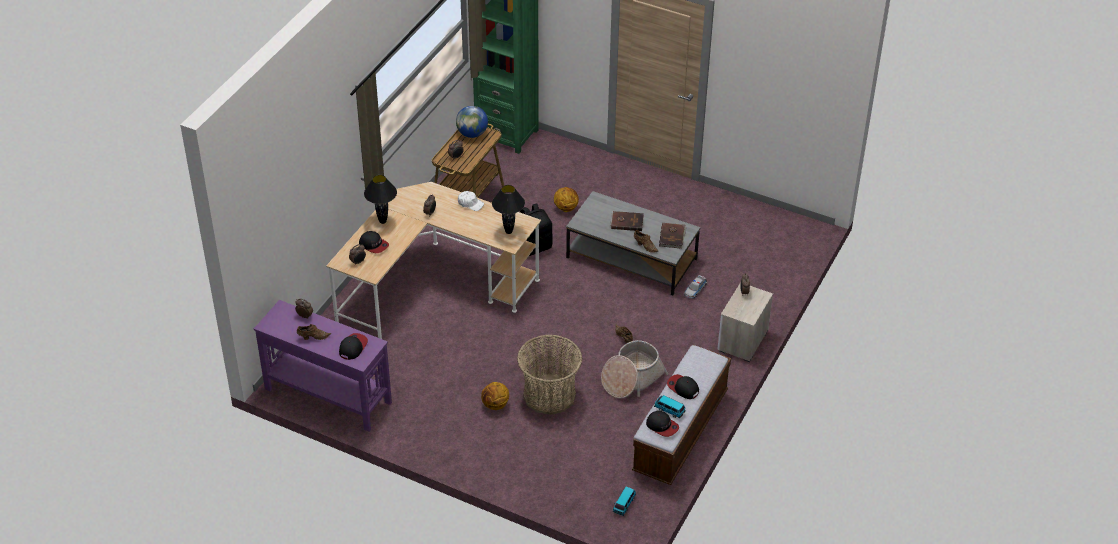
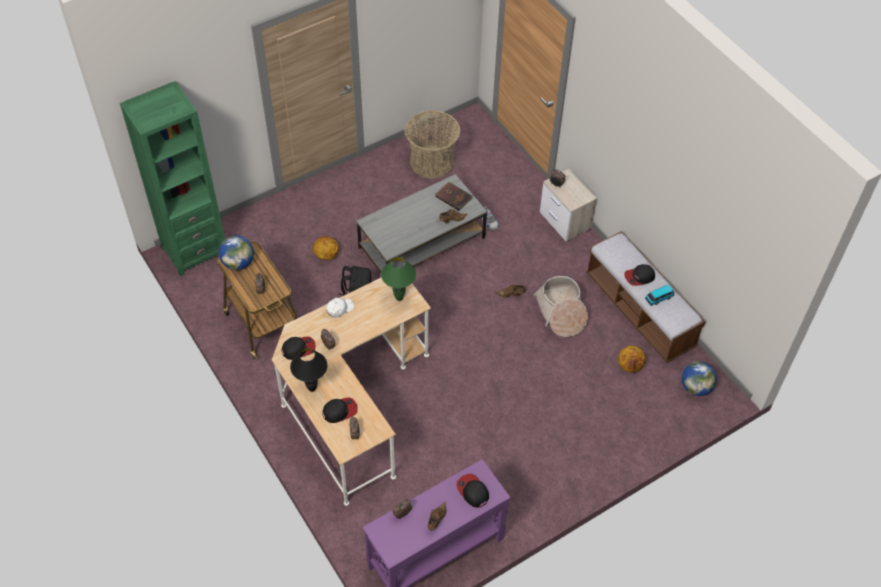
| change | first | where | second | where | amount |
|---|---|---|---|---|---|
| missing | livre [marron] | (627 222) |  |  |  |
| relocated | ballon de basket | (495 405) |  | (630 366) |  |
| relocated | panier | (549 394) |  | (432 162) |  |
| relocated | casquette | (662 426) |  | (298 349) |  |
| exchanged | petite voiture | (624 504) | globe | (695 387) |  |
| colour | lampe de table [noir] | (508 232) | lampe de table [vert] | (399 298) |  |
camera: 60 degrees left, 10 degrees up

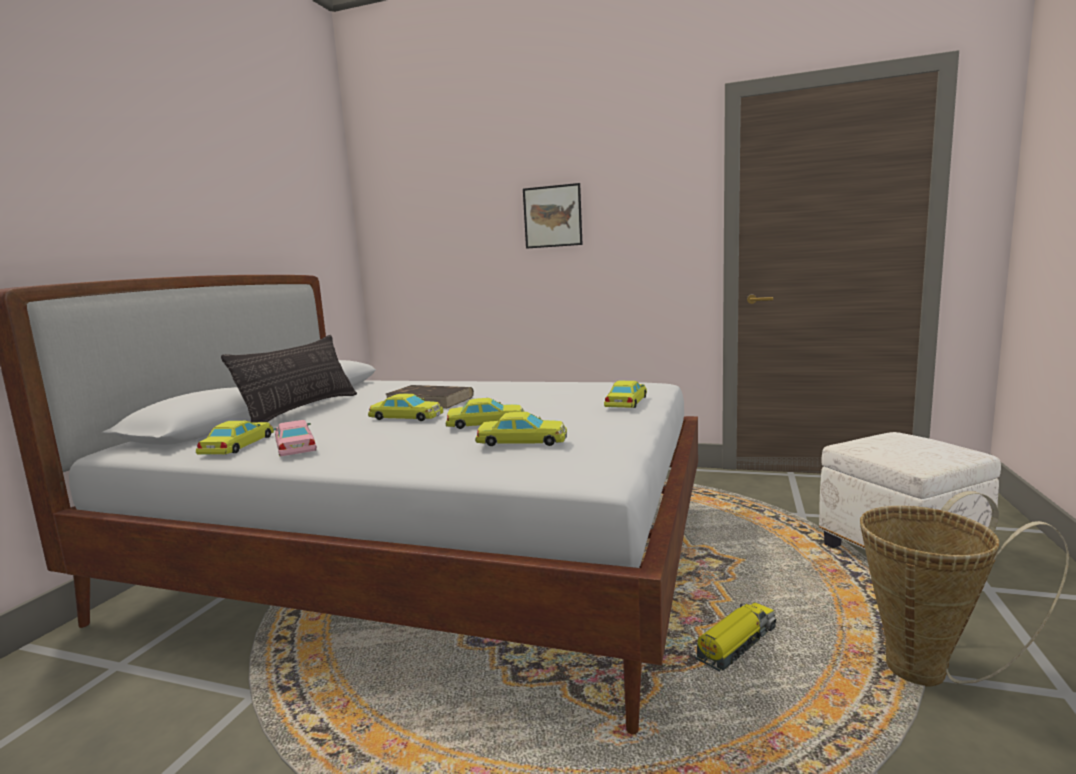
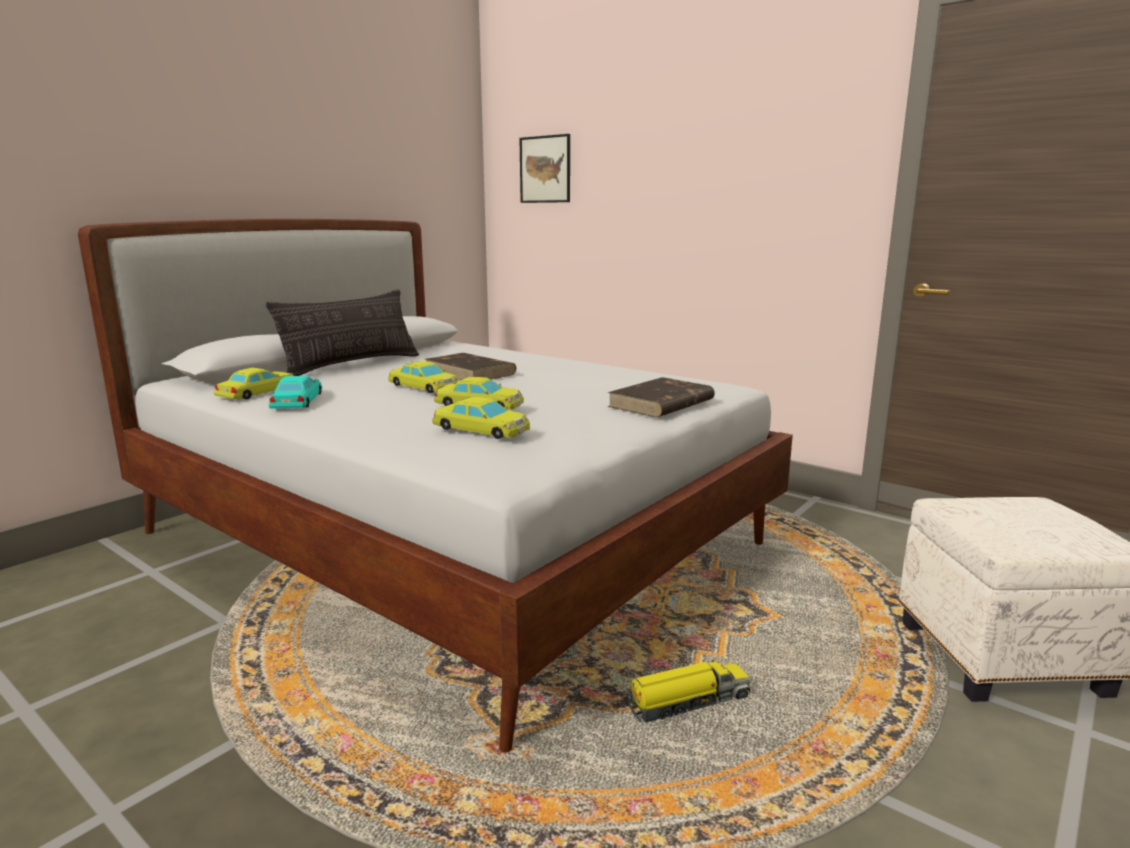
| change | first | where | second | where | amount |
|---|---|---|---|---|---|
| missing | panier | (929 670) |  |  |  |
| relocated | tableau | (552 216) |  | (545 169) |  |
| exchanged | petite voiture [jaune] | (626 402) | livre [marron] | (661 403) |  |
| colour | petite voiture [rose] | (295 446) | petite voiture [turquoise] | (297 401) |  |
camera: 20 degrees right, 5 degrees up

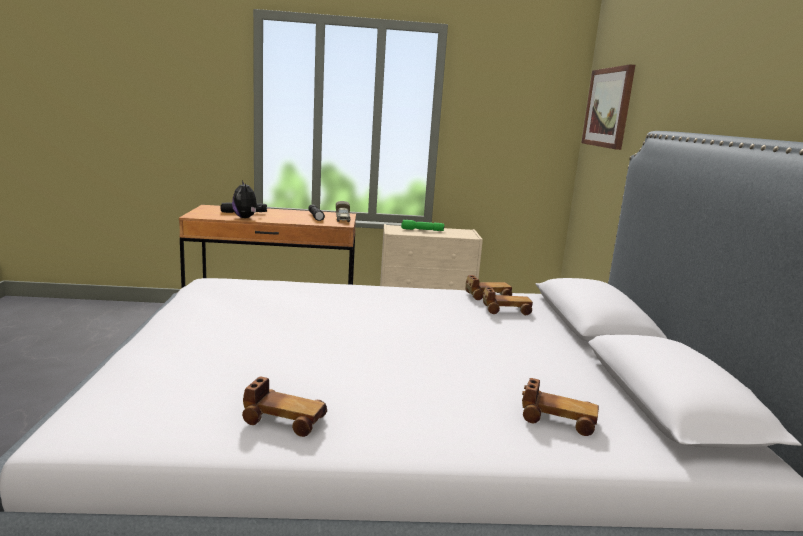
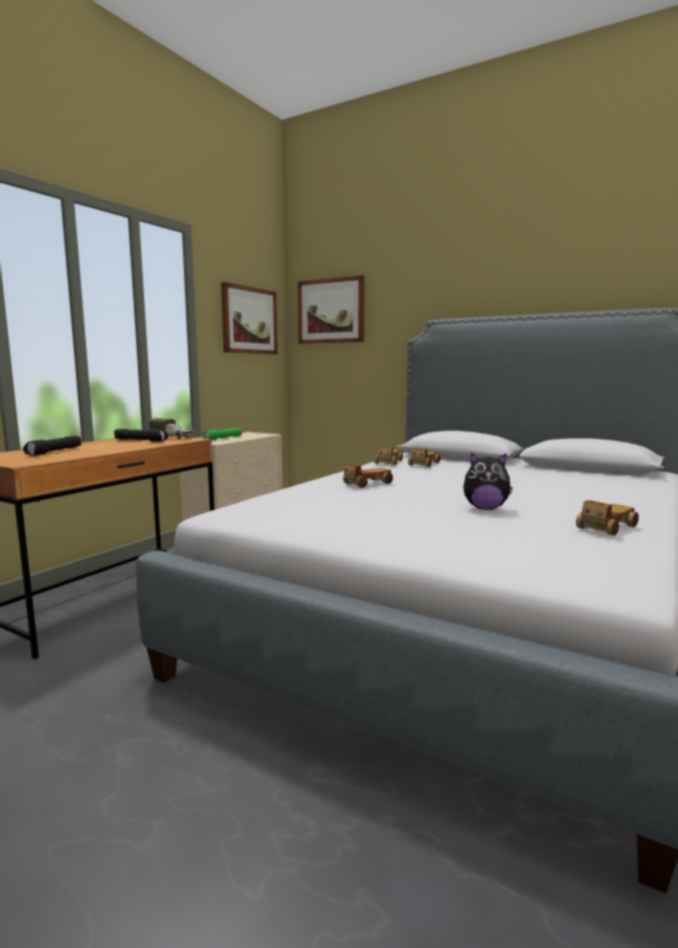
| change | first | where | second | where | amount |
|---|---|---|---|---|---|
| appeared |  |  | tableau | (249 320) |  |
| relocated | peluche | (246 218) |  | (485 508) |  |
| relocated | petite voiture | (557 419) |  | (367 484) |  |
camera: 55 degrees left, 5 degrees down

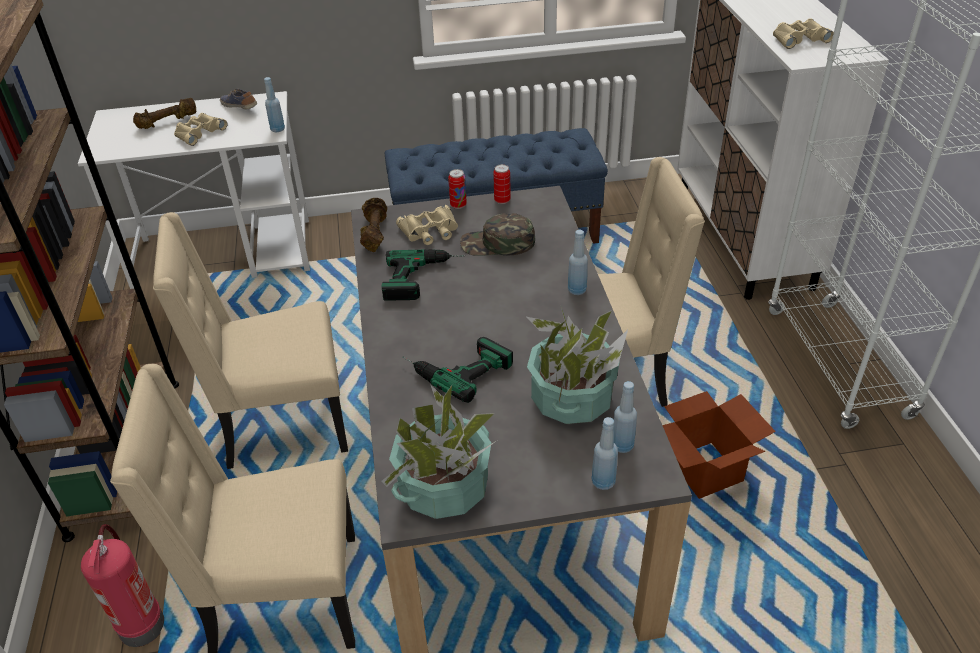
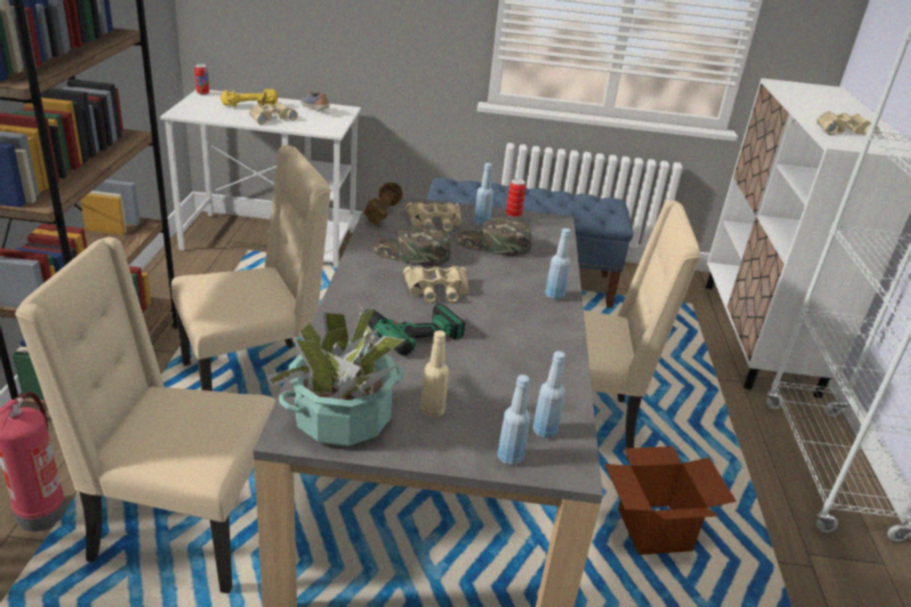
| change | first | where | second | where | amount |
|---|---|---|---|---|---|
| missing | plante en pot | (572 399) |  |  |  |
| appeared |  |  | jumelles [beige] | (437 290) |  |
| appeared |  |  | bouteille [beige] | (432 411) |  |
| relocated | bouteille [bleu] | (277 129) |  | (481 223) |  |
| relocated | boîte métallique | (458 205) |  | (203 93) |  |
| exchanged | perceuse | (424 278) | casquette [vert] | (411 253) |  |
| colour | haltère [marron] | (168 122) | haltère [jaune] | (250 106) |  |
| spun | chaise [beige] | (282 424) |  | (255 380) | 150 degrees clockwise |
camera: 10 degrees right, 10 degrees down

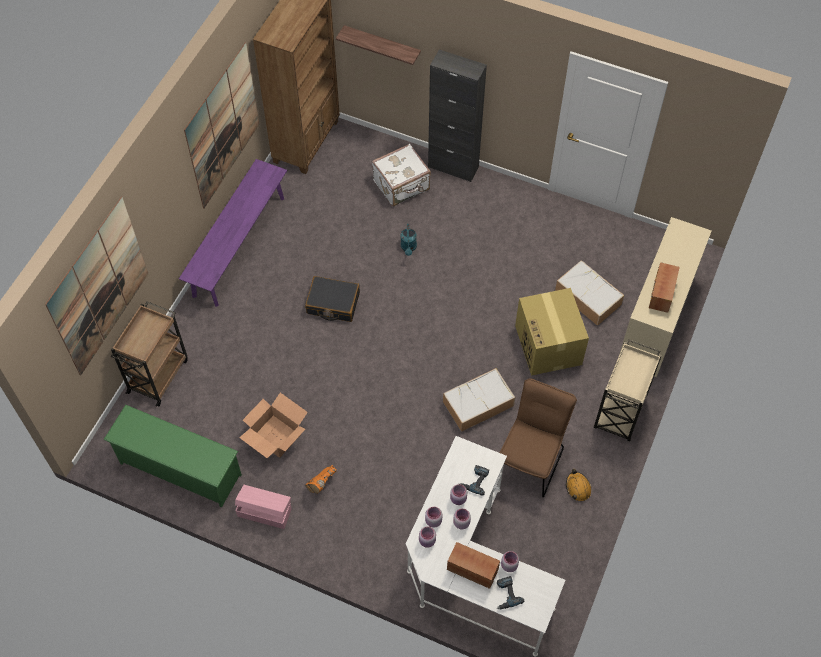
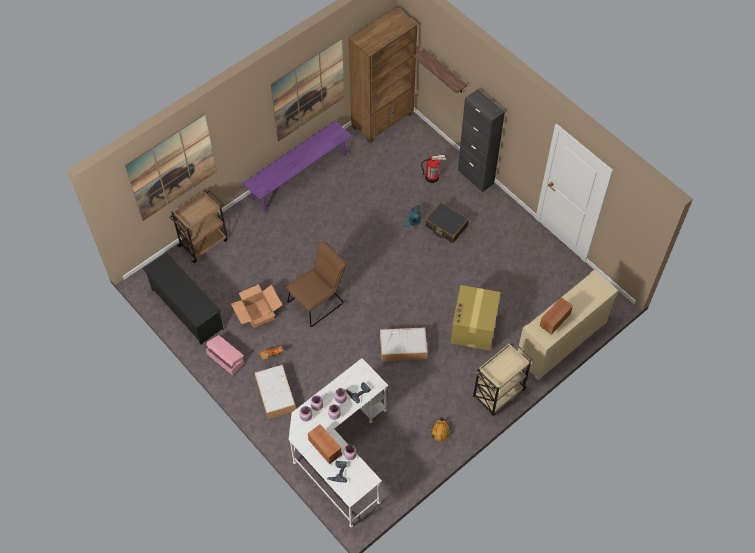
| change | first | where | second | where | amount |
|---|---|---|---|---|---|
| relocated | valise [noir] | (333 303) |  | (446 226) |  |
| relocated | chaise [marron] | (531 458) |  | (318 301) |  |
| relocated | boîte de rangement | (587 297) |  | (275 394) |  |
| exchanged | valise [blanc] | (402 186) | extincteur | (432 177) |  |
| colour | étagère à chaussures [vert] | (180 469) | étagère à chaussures [noir] | (187 309) |  |
camera: 25 degrees right, 0 degrees up

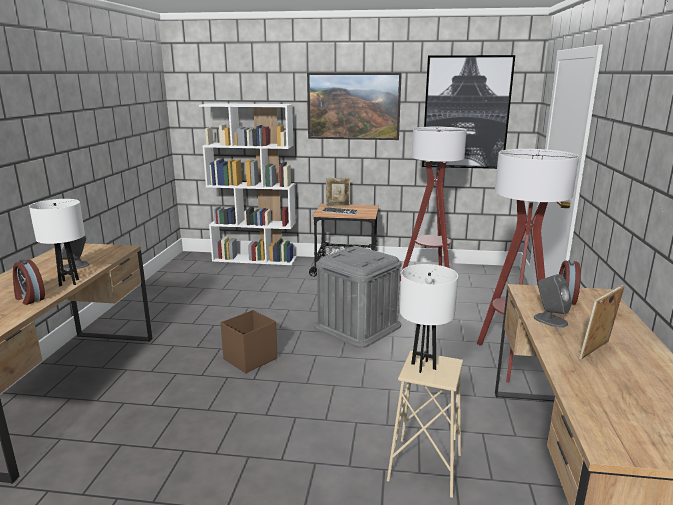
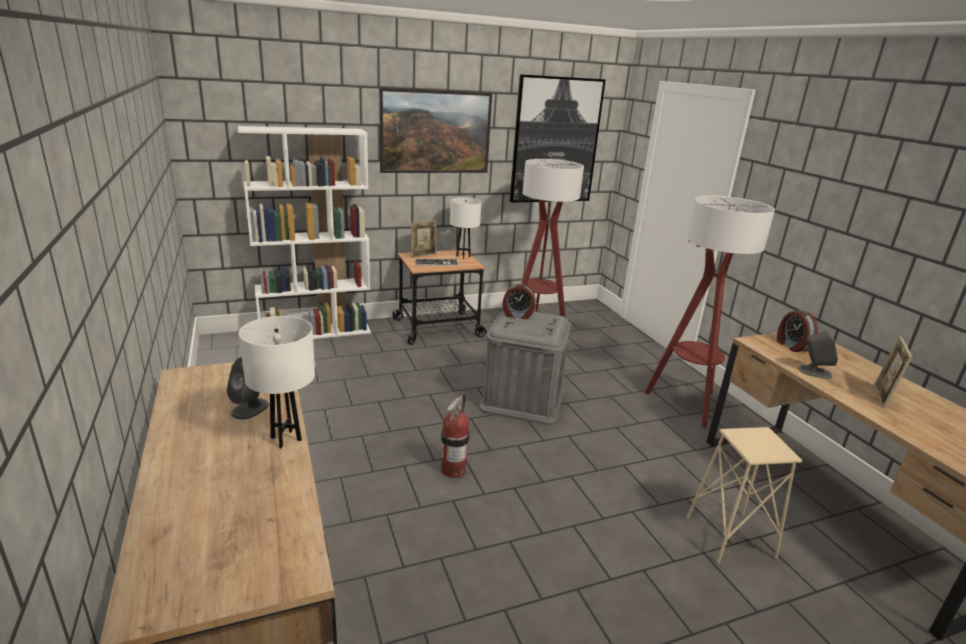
| change | first | where | second | where | amount |
|---|---|---|---|---|---|
| relocated | réveil | (29 298) |  | (517 315) |  |
| relocated | lampe de table [blanc] | (423 366) |  | (463 256) |  |
| exchanged | boîte de rangement [marron] | (249 359) | extincteur | (453 470) |  |
camera: 30 degrees left, 5 degrees up

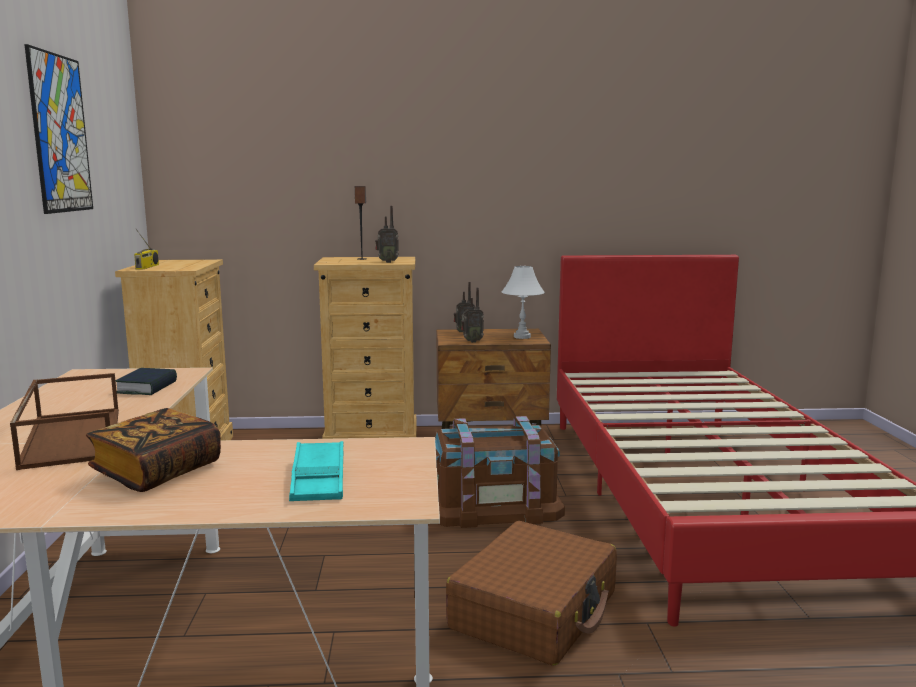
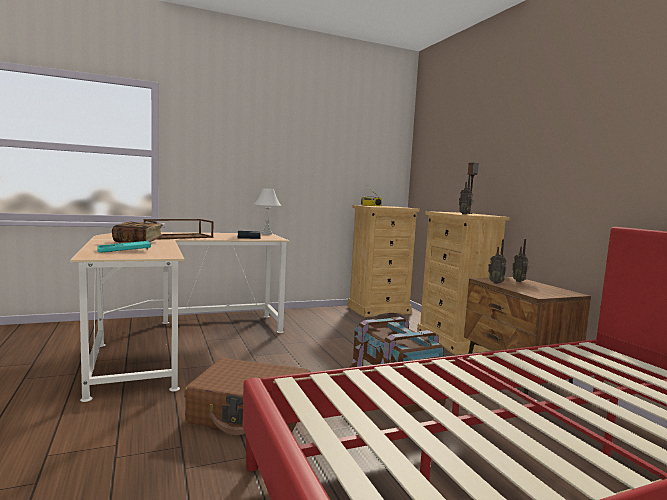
| change | first | where | second | where | amount |
|---|---|---|---|---|---|
| missing | tableau | (60 134) |  |  |  |
| relocated | lampe de table [blanc] | (522 337) |  | (266 234) |  |
camera: 70 degrees right, 5 degrees down

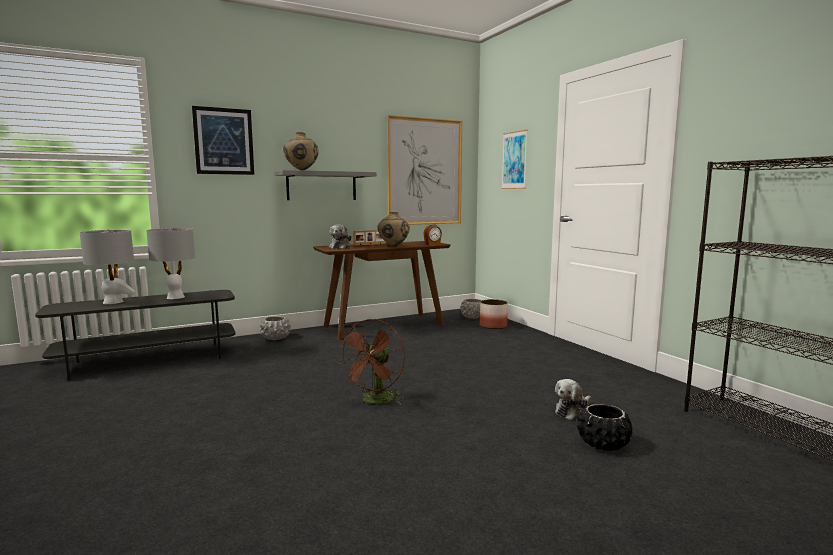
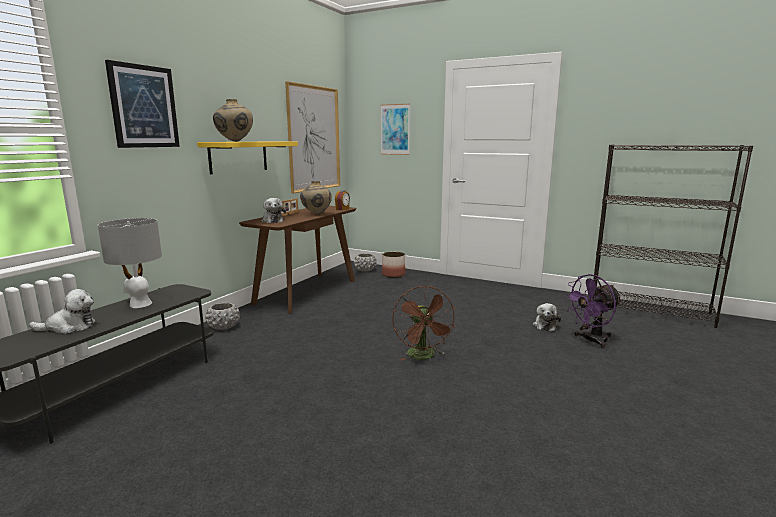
| change | first | where | second | where | amount |
|---|---|---|---|---|---|
| exchanged | lampe de table [gris] | (113 302) | peluche | (69 327) |  |
| exchanged | cache-pot [noir] | (603 444) | ventilateur [violet] | (590 340) |  |
| colour | étagère [gris] | (321 186) | étagère [jaune] | (238 156) |  |
camera: 35 degrees left, 5 degrees up

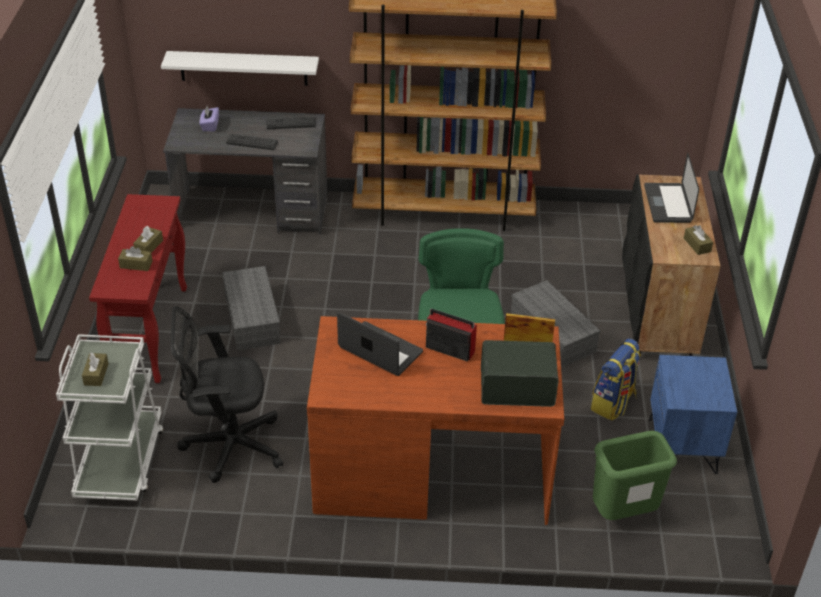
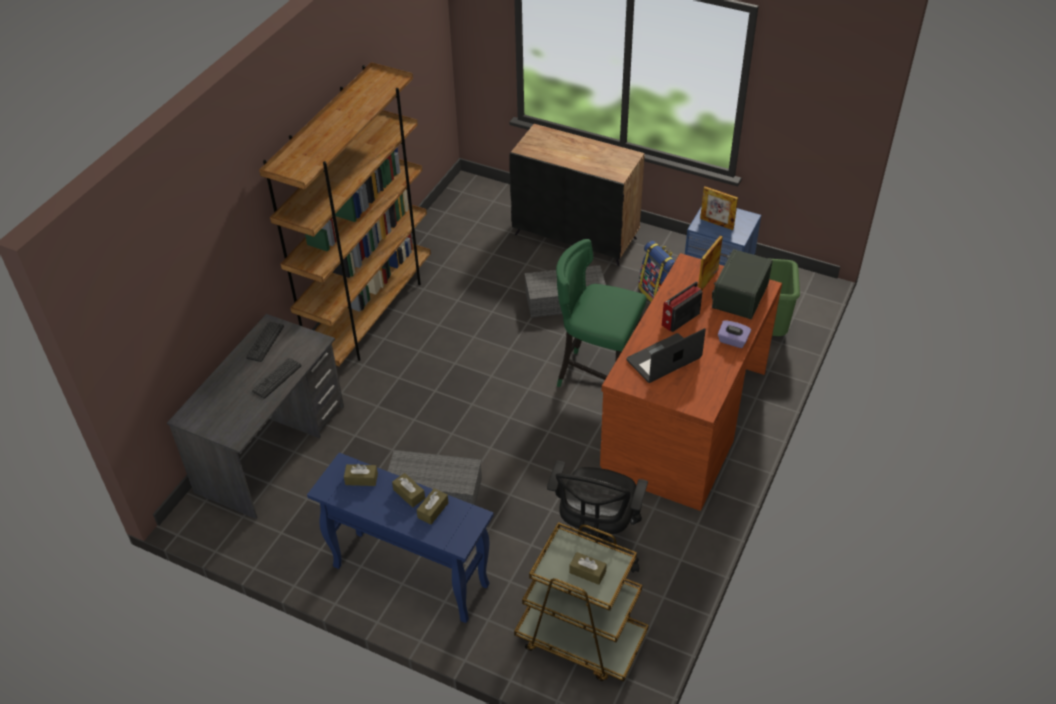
| change | first | where | second | where | amount |
|---|---|---|---|---|---|
| missing | étagère [blanc] | (243 68) |  |  |  |
| missing | ordinateur portable | (667 204) |  |  |  |
| appeared |  |  | cadre photo | (716 223) |  |
| relocated | boîte à mouchoirs [violet] | (210 125) |  | (732 341) |  |
| relocated | boîte à mouchoirs [marron] | (697 245) |  | (361 479) |  |
| colour | chariot [blanc] | (120 461) | chariot [marron] | (580 639) |  |
| colour | table console [rouge] | (151 332) | table console [bleu] | (409 576) |  |
camera: 65 degrees left, 5 degrees up

